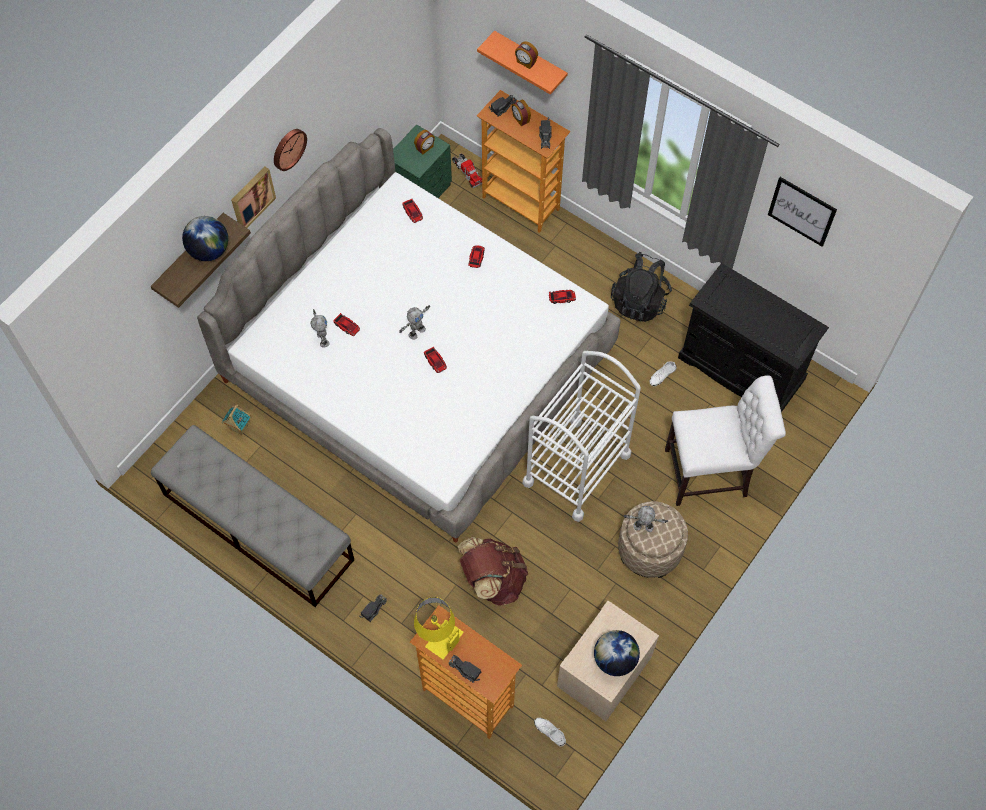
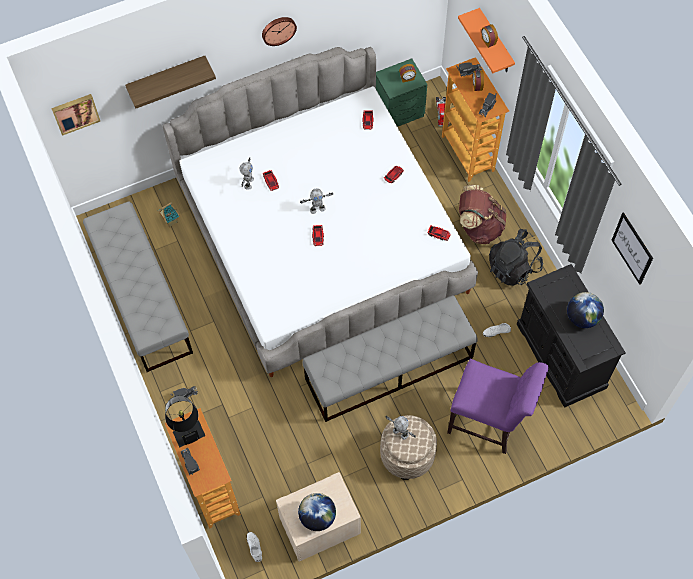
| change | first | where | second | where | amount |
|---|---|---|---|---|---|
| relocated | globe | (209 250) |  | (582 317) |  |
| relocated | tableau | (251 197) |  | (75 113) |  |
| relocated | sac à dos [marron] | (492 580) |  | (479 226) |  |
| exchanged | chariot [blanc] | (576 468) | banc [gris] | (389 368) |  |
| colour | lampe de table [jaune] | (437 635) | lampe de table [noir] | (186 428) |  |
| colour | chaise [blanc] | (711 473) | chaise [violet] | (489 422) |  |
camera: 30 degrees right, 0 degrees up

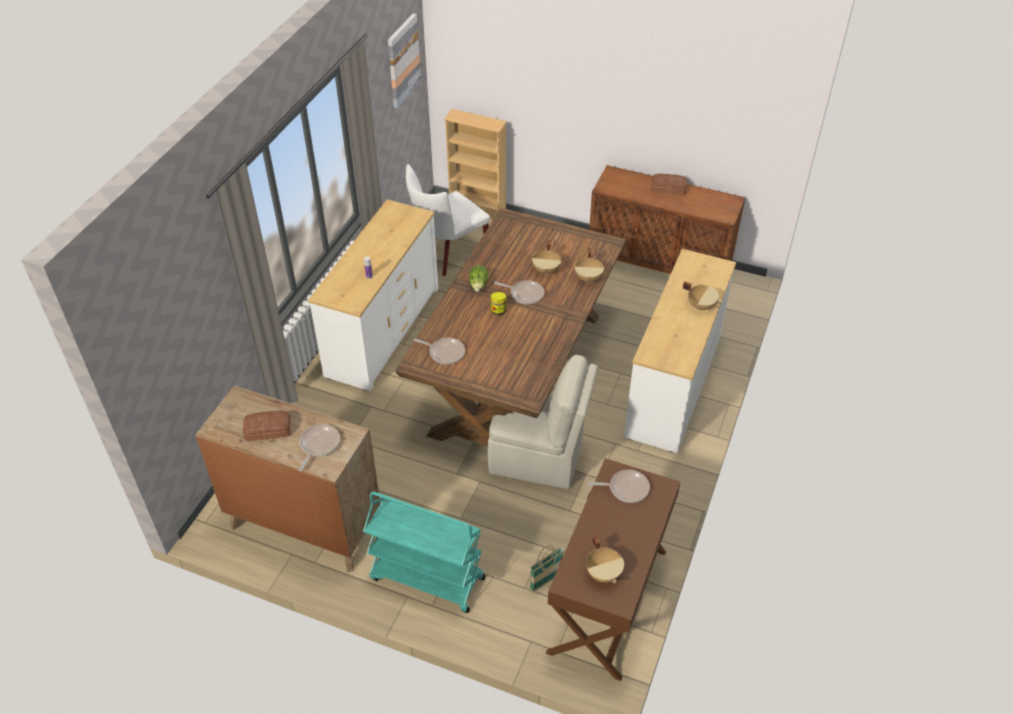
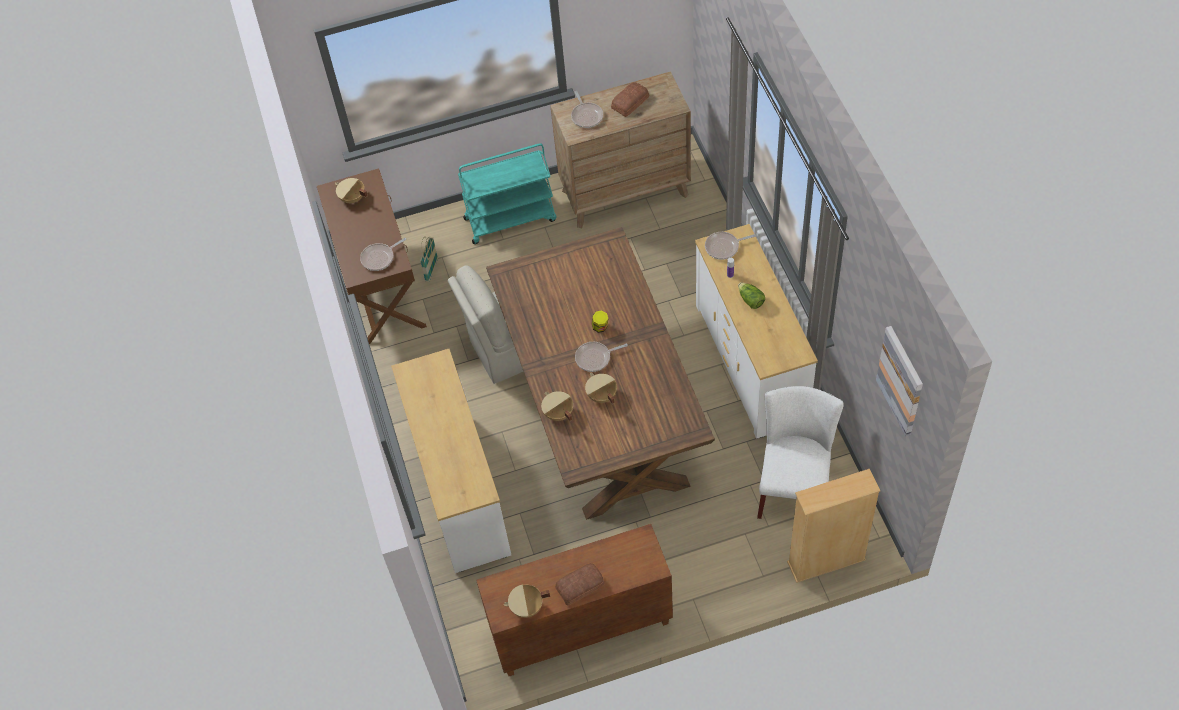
| change | first | where | second | where | amount |
|---|---|---|---|---|---|
| relocated | poêle | (445 352) |  | (724 247) |  |
| relocated | laitue | (478 285) |  | (750 300) |  |
| relocated | marmite [beige] | (701 305) |  | (527 608) |  |
camera: 145 degrees right, 10 degrees up

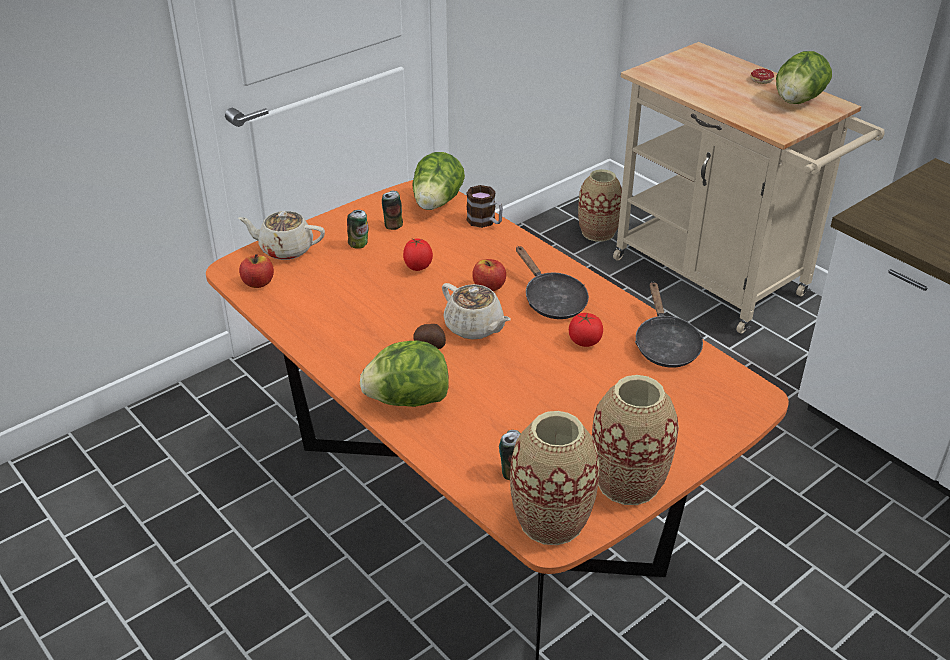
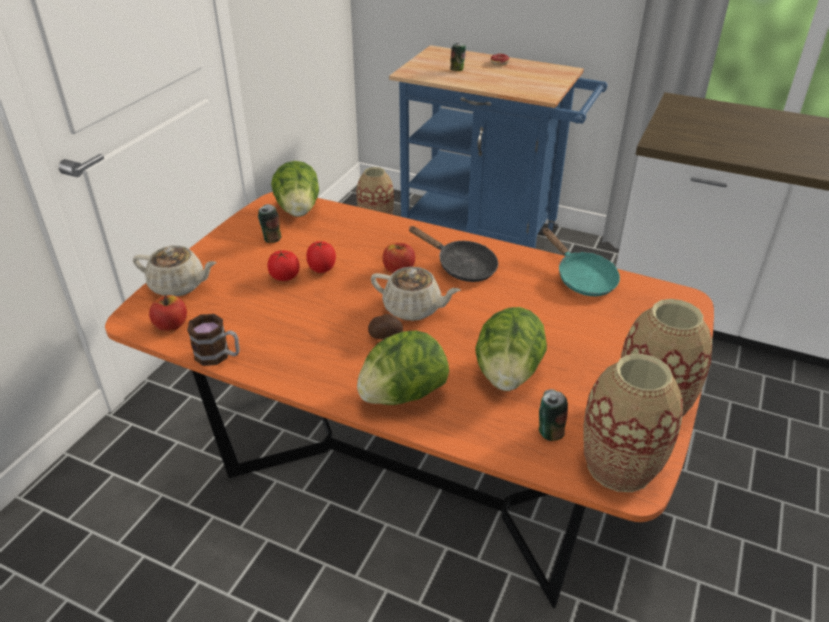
| change | first | where | second | where | amount |
|---|---|---|---|---|---|
| relocated | boîte métallique | (359 244) |  | (457 70) |  |
| relocated | mug | (485 222) |  | (219 356) |  |
| relocated | tomate | (585 341) |  | (285 276) |  |
| relocated | laitue | (797 101) |  | (508 374) |  |
| colour | chariot [beige] | (719 281) | chariot [bleu] | (488 235) |  |
| colour | poêle [noir] | (665 345) | poêle [turquoise] | (581 278) |  |
| spun | théière [beige] | (285 249) |  | (179 286) | 150 degrees counterclockwise |
camera: 25 degrees left, 0 degrees up

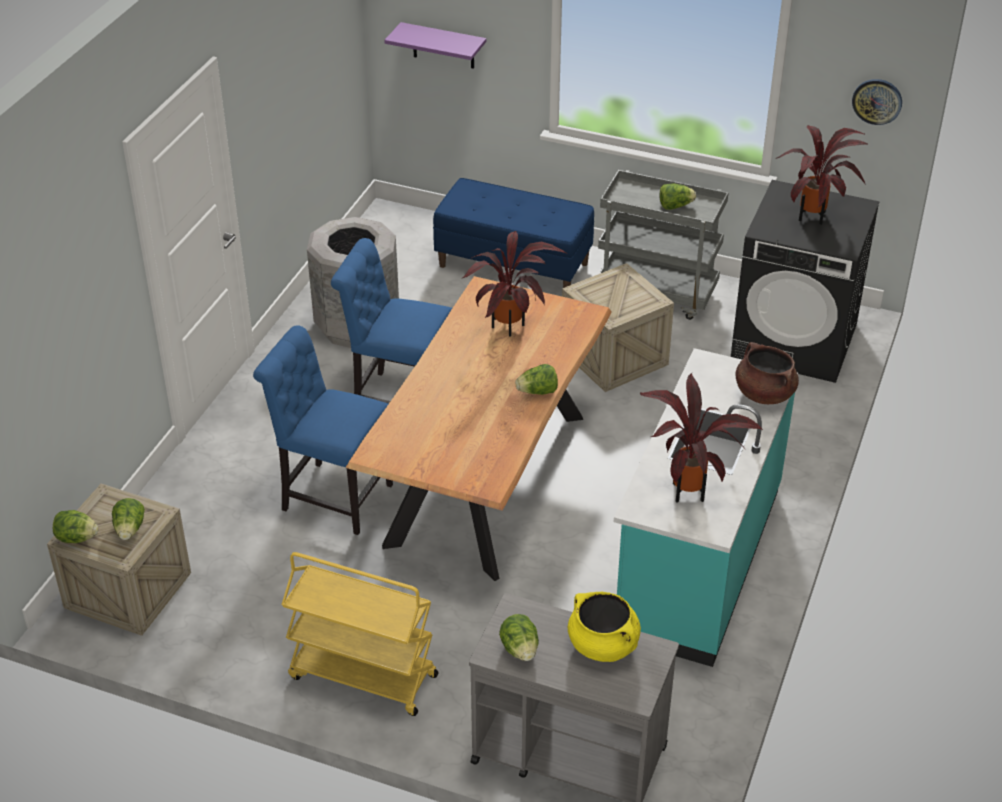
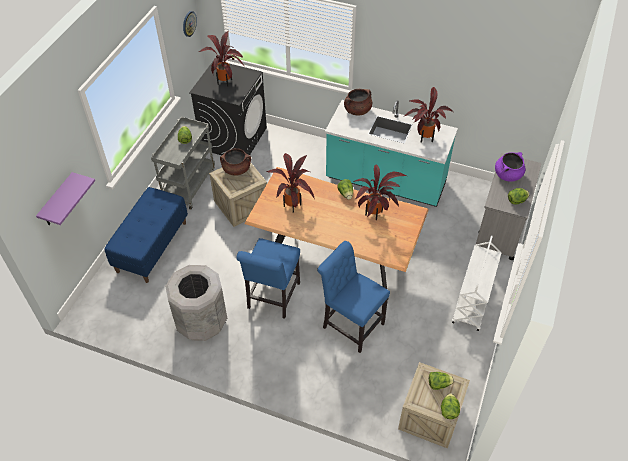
| change | first | where | second | where | amount |
|---|---|---|---|---|---|
| appeared |  |  | marmite [marron] | (236 169) |  |
| appeared |  |  | plante en pot | (375 215) |  |
| colour | chariot [jaune] | (362 677) | chariot [blanc] | (472 303) |  |
| colour | marmite [jaune] | (603 645) | marmite [violet] | (508 175) |  |
| spun | chaise [bleu] | (332 496) |  | (350 324) | 105 degrees clockwise |
camera: 90 degrees left, 10 degrees up

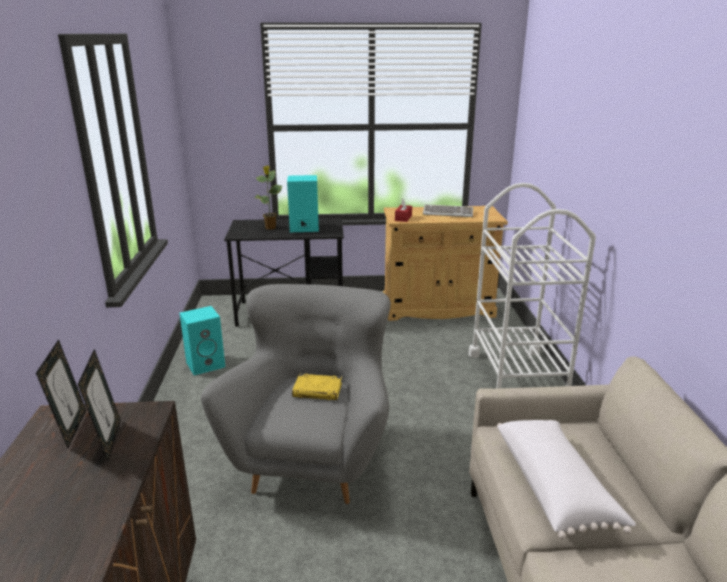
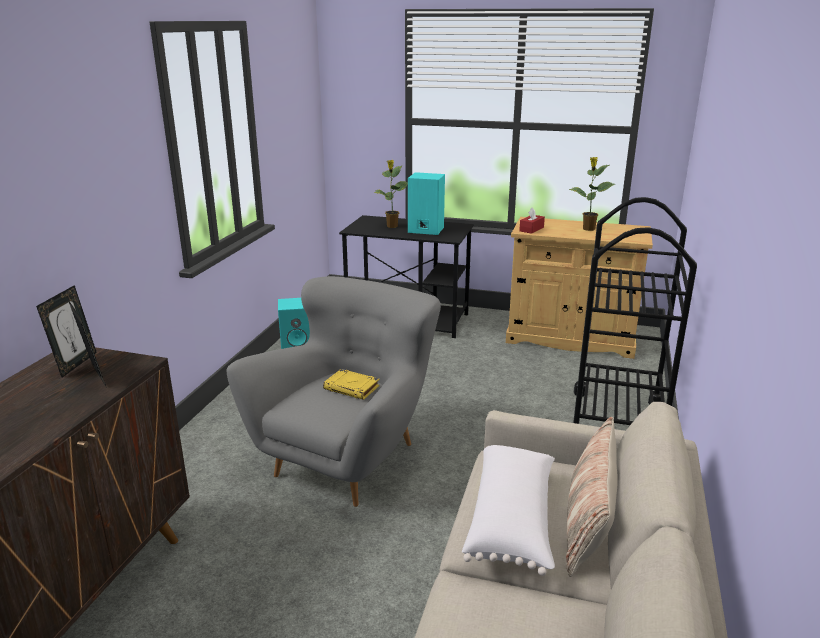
| change | first | where | second | where | amount |
|---|---|---|---|---|---|
| appeared |  |  | coussin | (589 518) |  |
| exchanged | clavier | (448 213) | plante en pot | (588 229) |  |
| colour | chariot [blanc] | (517 376) | chariot [noir] | (616 424) |  |
| spun | cadre photo | (108 440) |  | (94 377) | 45 degrees counterclockwise |
camera: 20 degrees right, 0 degrees up

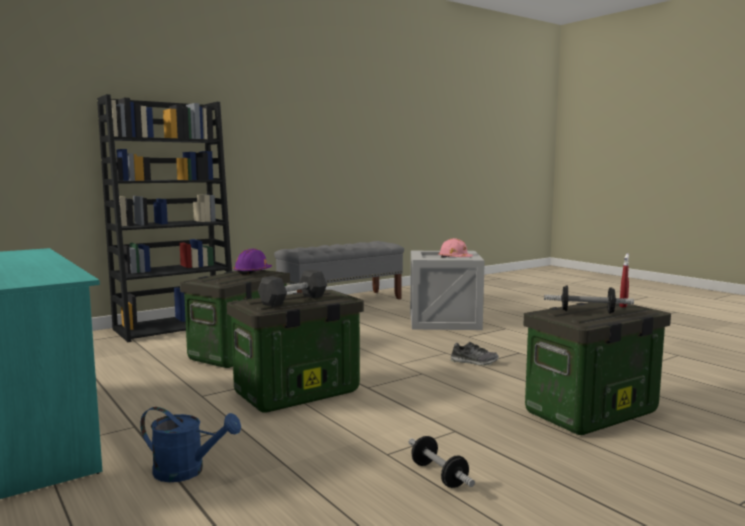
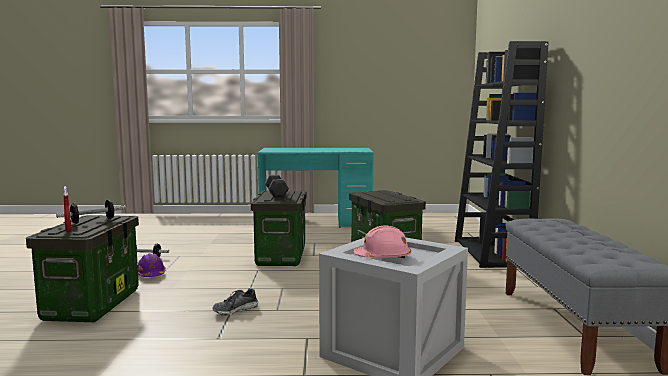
| change | first | where | second | where | amount |
|---|---|---|---|---|---|
| missing | arrosoir [bleu] | (187 471) |  |  |  |
| relocated | casque de chantier [violet] | (252 272) |  | (151 274) |  |
camera: 125 degrees right, 0 degrees up

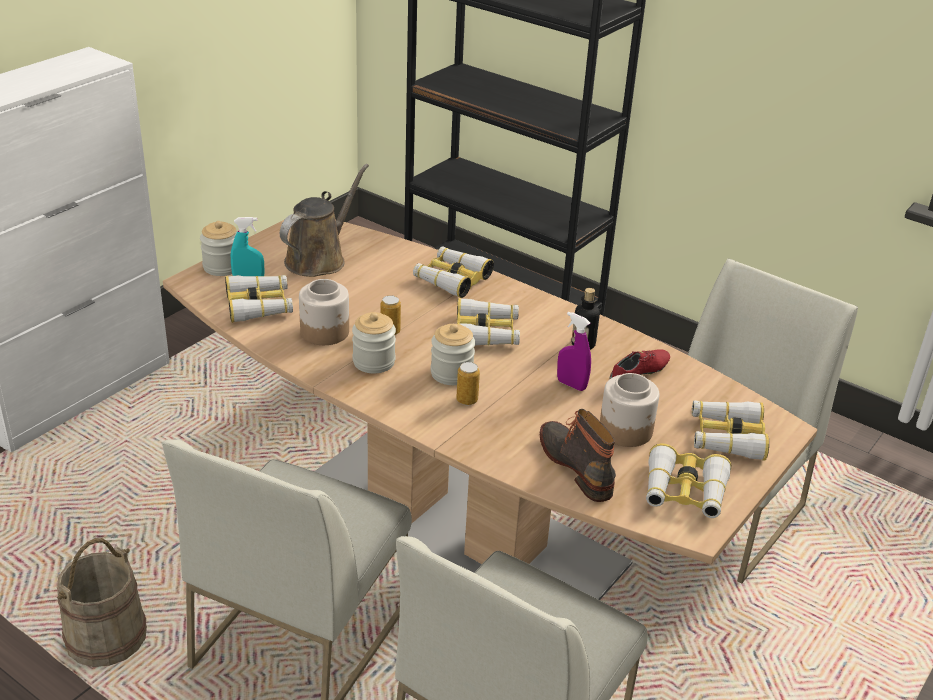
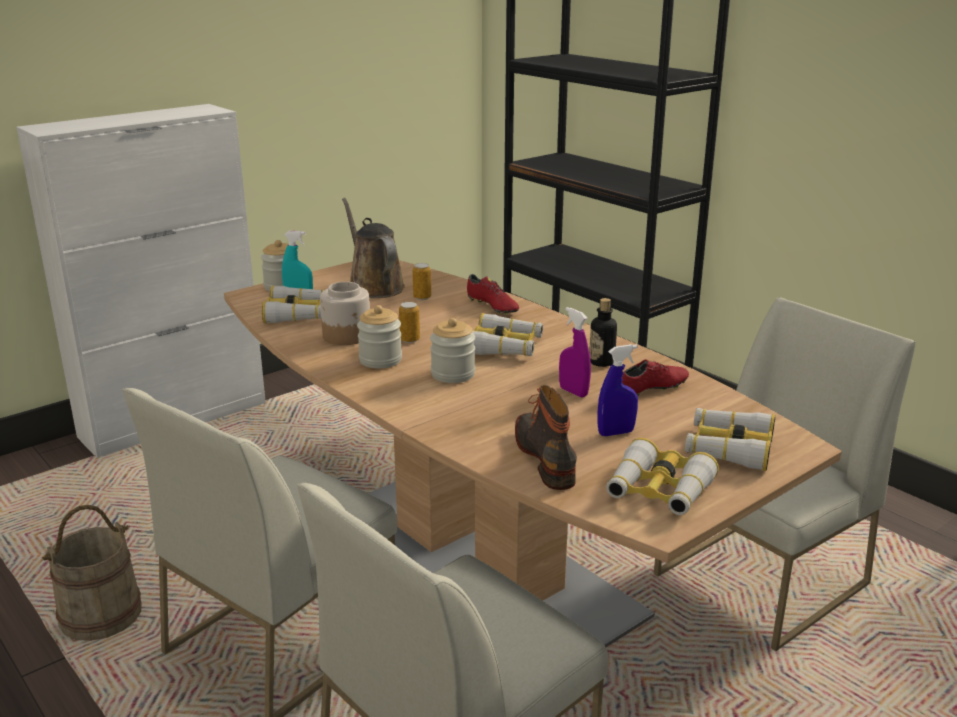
| change | first | where | second | where | amount |
|---|---|---|---|---|---|
| relocated | boîte métallique | (467 400) |  | (422 297) |  |
| exchanged | jumelles | (452 279) | chaussure [rouge] | (492 307) |  |
| exchanged | bocal | (626 430) | vaporisateur [bleu] | (616 433) |  |
| spun | arrosoir [marron] | (319 259) |  | (373 286) | 75 degrees counterclockwise |
camera: 15 degrees right, 10 degrees down

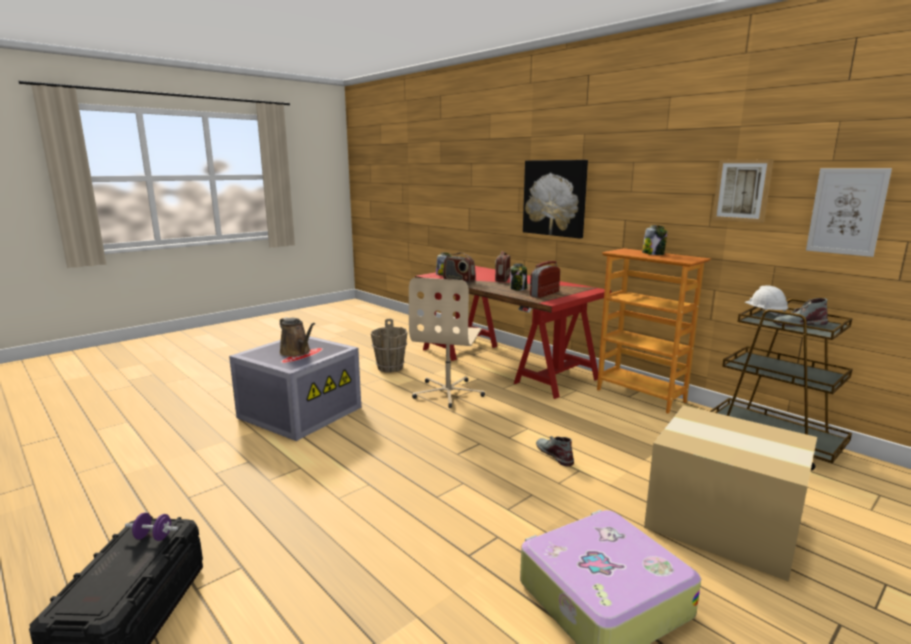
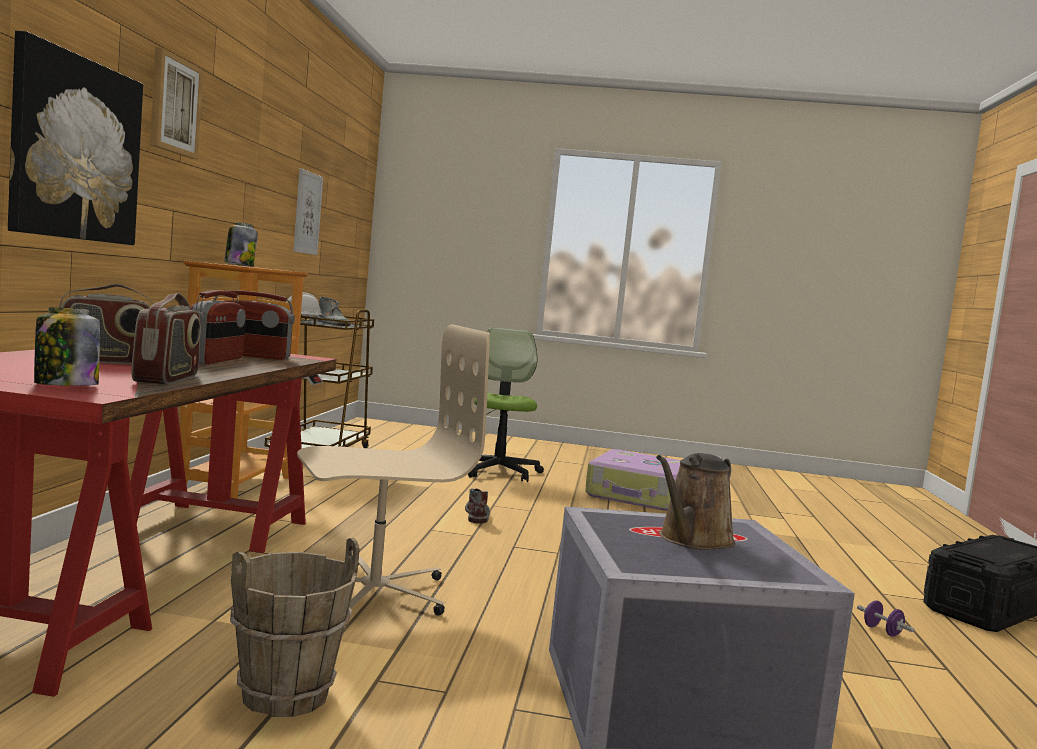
| change | first | where | second | where | amount |
|---|---|---|---|---|---|
| relocated | haltère [violet] | (153 537) |  | (882 631) |  |
| relocated | tableau | (742 190) |  | (174 105) |  |
| exchanged | bocal | (518 288) | radio | (215 360) |  |
| exchanged | carton | (725 525) | chaise de bureau | (497 471) |  |
| spun | arrosoir [marron] | (296 352) |  | (693 540) | 150 degrees counterclockwise |
| spun | botte [gris] | (554 454) |  | (476 515) | 150 degrees clockwise |
camera: 130 degrees left, 10 degrees down

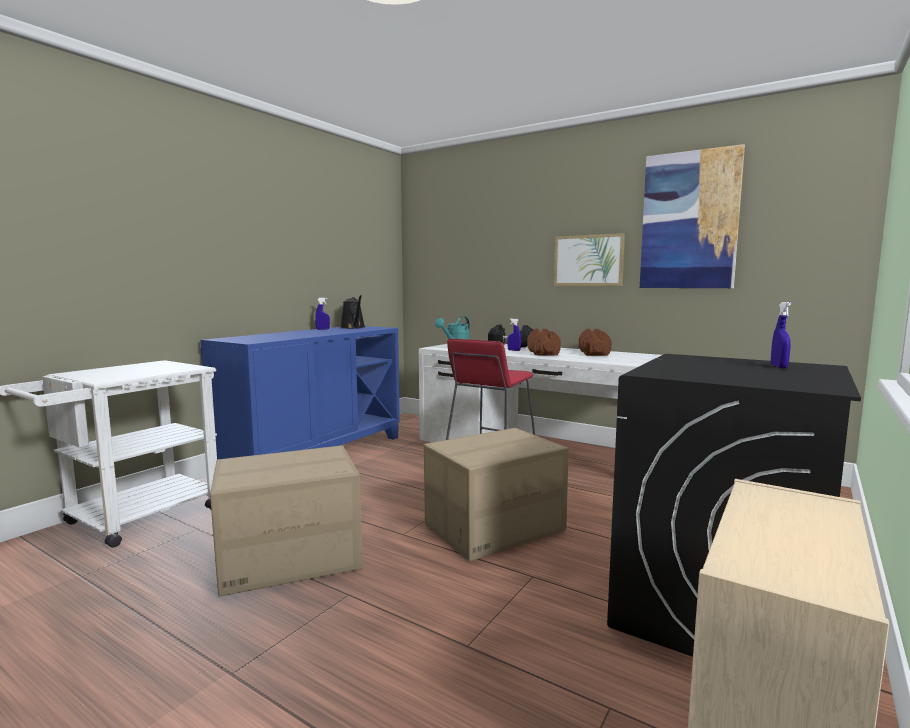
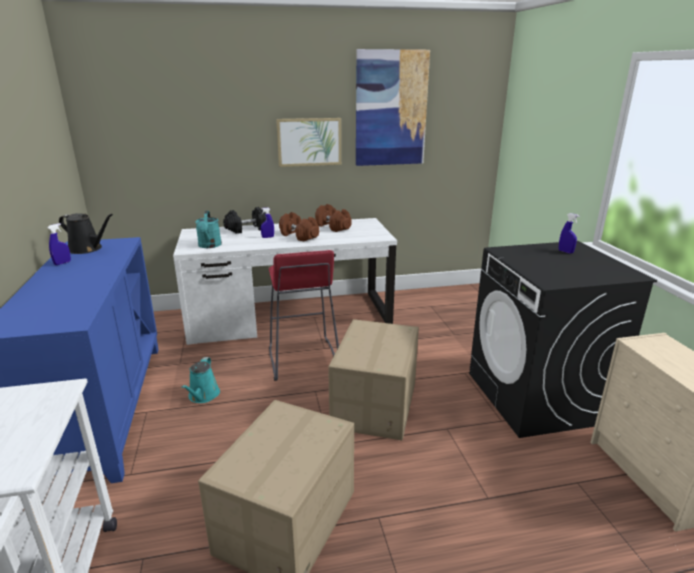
| change | first | where | second | where | amount |
|---|---|---|---|---|---|
| appeared |  |  | arrosoir [turquoise] | (203 396) |  |
camera: 45 degrees left, 15 degrees up

